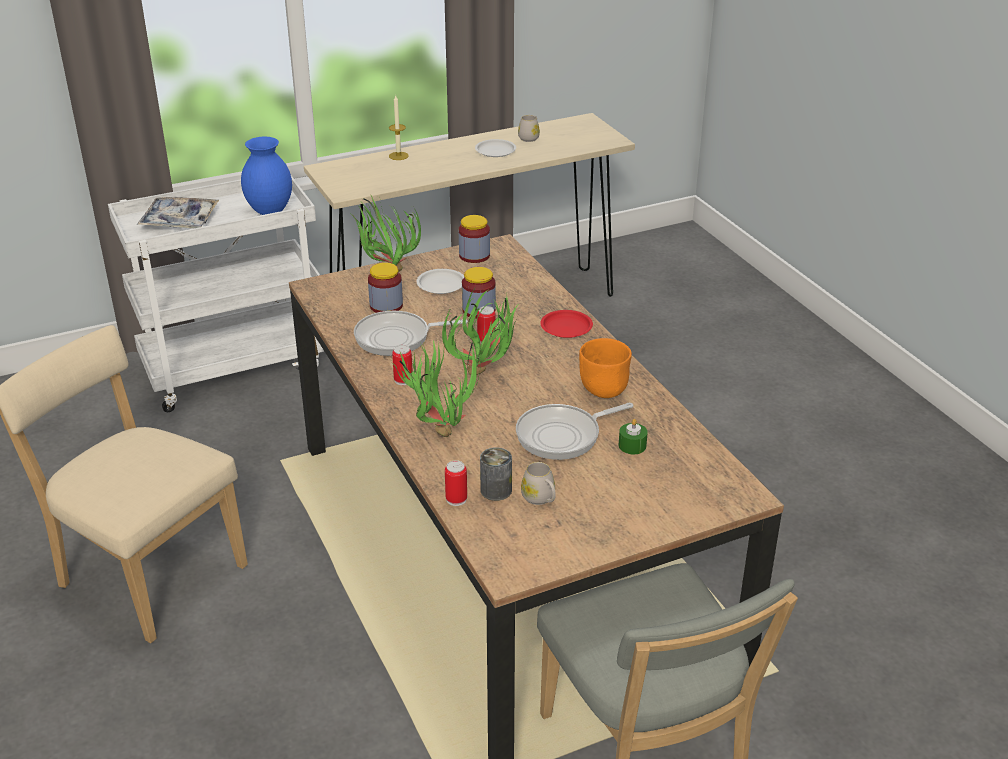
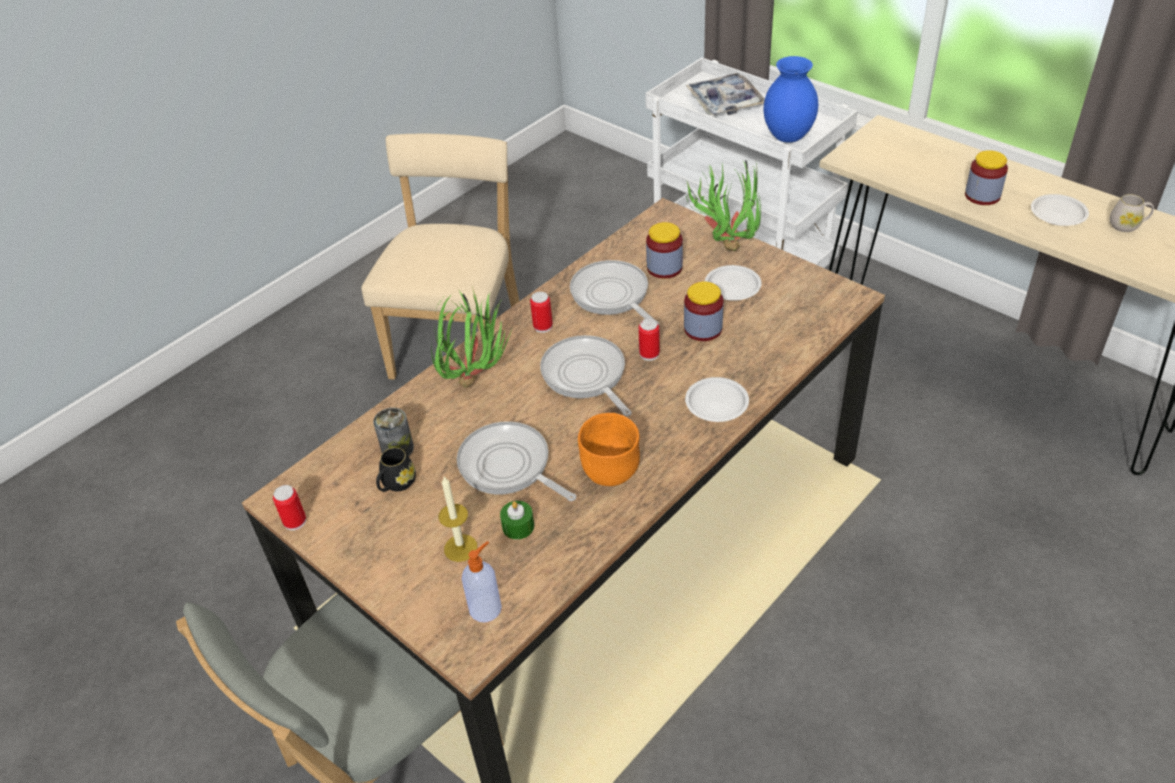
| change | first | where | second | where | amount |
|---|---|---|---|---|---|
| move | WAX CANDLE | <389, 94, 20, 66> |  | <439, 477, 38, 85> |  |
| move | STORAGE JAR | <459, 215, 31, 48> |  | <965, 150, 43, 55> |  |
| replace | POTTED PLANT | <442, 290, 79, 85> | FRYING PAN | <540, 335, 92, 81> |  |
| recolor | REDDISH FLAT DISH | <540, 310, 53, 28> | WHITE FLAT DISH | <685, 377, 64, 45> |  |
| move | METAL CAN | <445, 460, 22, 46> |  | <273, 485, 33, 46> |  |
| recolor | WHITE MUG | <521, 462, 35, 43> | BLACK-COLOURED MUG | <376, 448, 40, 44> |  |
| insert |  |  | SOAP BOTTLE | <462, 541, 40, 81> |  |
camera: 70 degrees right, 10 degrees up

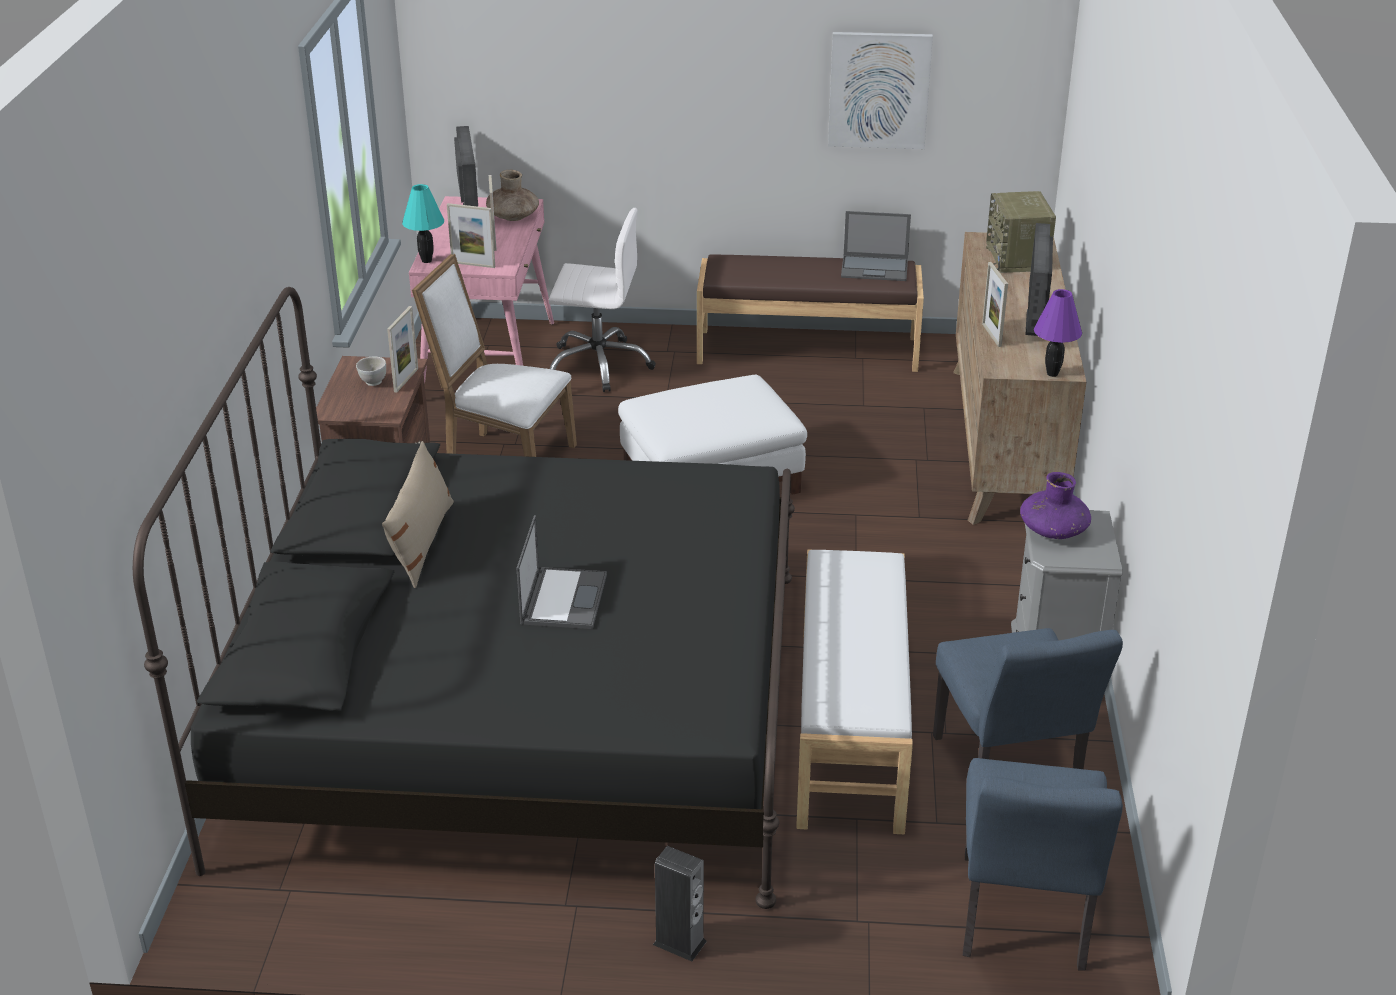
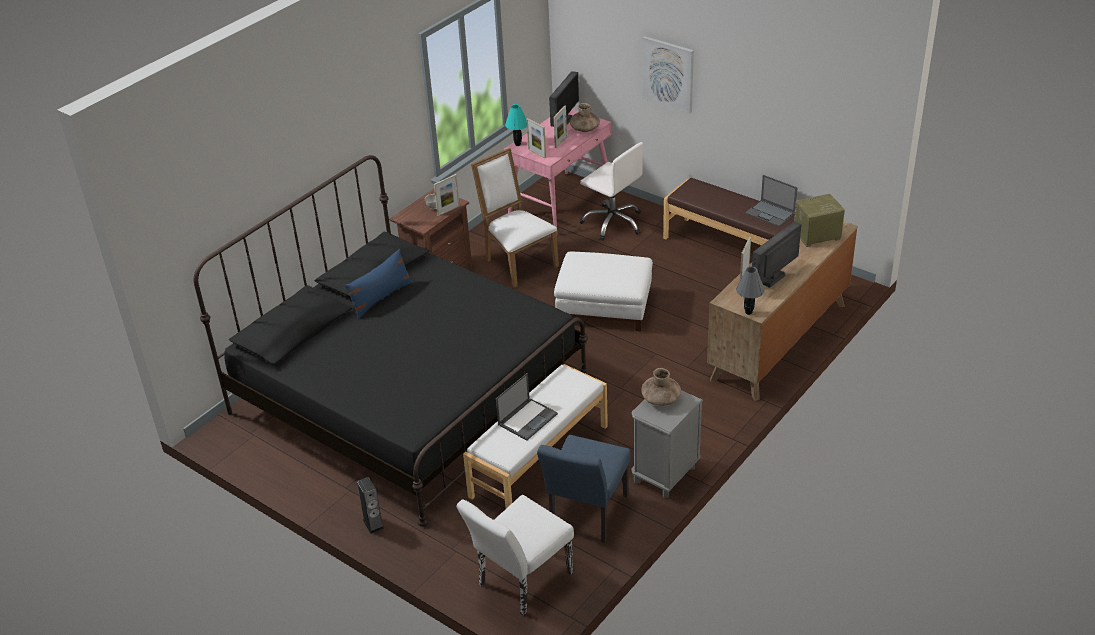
| change | first | where | second | where | amount |
|---|---|---|---|---|---|
| move | WALL ART | <828, 32, 105, 117> |  | <643, 36, 51, 78> |  |
| rotate | RADIO | <986, 191, 70, 82> |  | <794, 194, 51, 53> | 45 degrees clockwise |
| recolor | PURPLE LAMP FOR A TABLE | <1034, 289, 48, 88> | GREYISH LAMP FOR A TABLE | <736, 267, 29, 48> |  |
| recolor | BEIGE CUSHION | <382, 441, 72, 147> | BLUE-COLOURED CUSHION | <345, 249, 68, 70> |  |
| recolor | PURPLE FLOWER VASE | <1020, 472, 71, 67> | BROWN FLOWER VASE | <641, 368, 40, 38> |  |
| move | LAPTOP | <517, 515, 90, 114> |  | <496, 373, 62, 68> |  |
| recolor | BLUE-COLOURED CHAIR | <963, 758, 160, 213> | WHITE CHAIR | <456, 495, 118, 121> |  |
camera: 35 degrees right, 5 degrees up

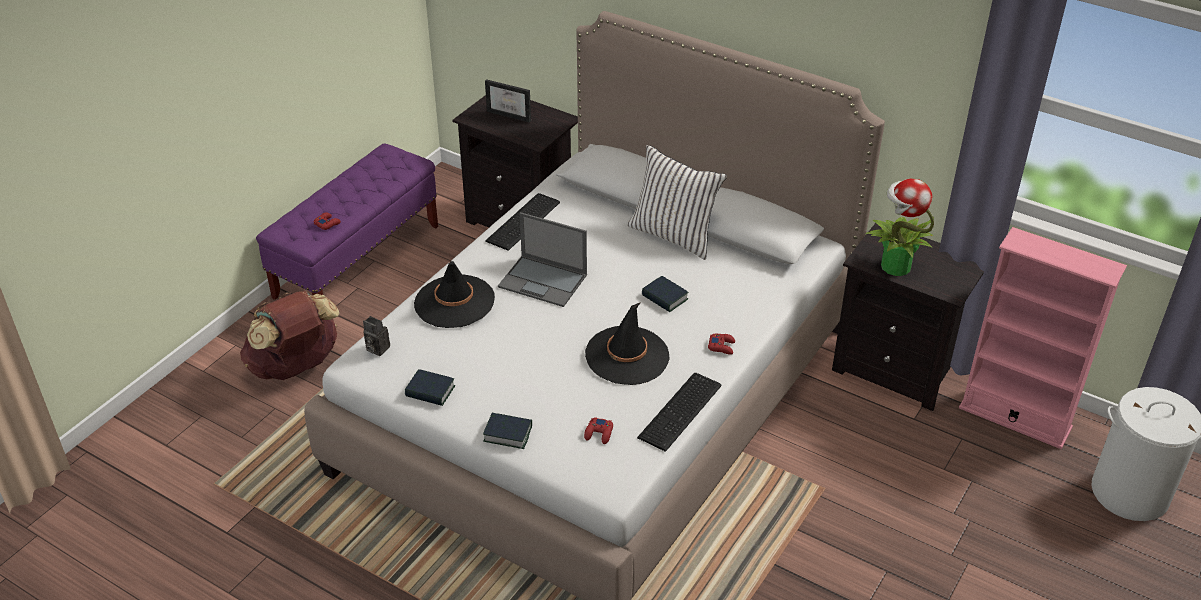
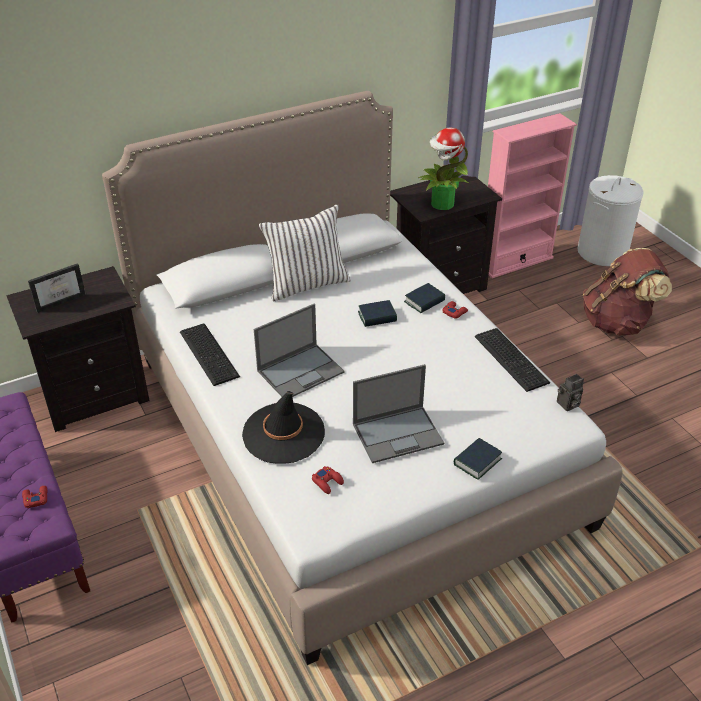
| change | first | where | second | where | amount |
|---|---|---|---|---|---|
| move | BROWN RUCKSACK | <240, 291, 100, 89> |  | <583, 248, 89, 88> |  |
| delete | BLACK-COLOURED CLOTHING HAT | <585, 302, 85, 83> |  |  |  |
| move | PHOTO CAMERA | <363, 316, 27, 40> |  | <557, 374, 27, 37> |  |
| move | BOOK | <405, 369, 50, 37> |  | <404, 283, 41, 30> |  |
| move | REDDISH GAMEPAD | <584, 417, 29, 27> |  | <312, 466, 32, 28> |  |
| insert |  |  | LAPTOP | <353, 364, 91, 99> |  |
camera: 60 degrees left, 0 degrees up

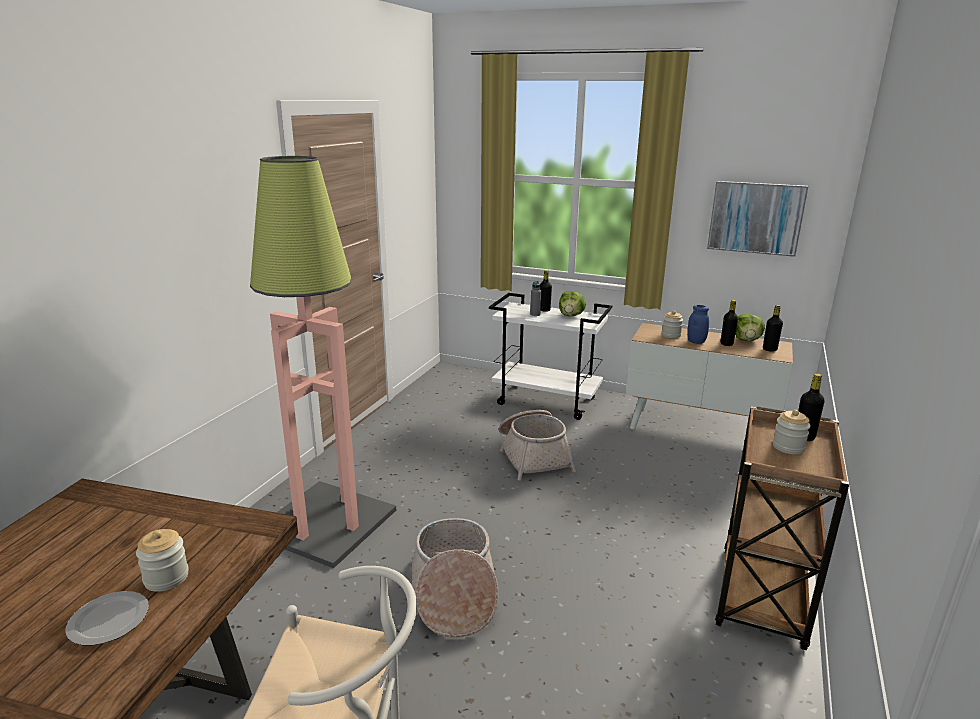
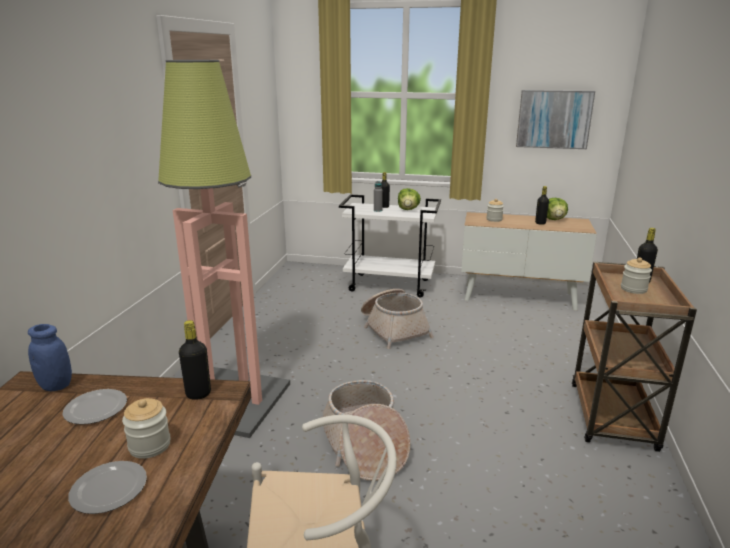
| change | first | where | second | where | amount |
|---|---|---|---|---|---|
| move | BLUE-COLOURED STORAGE JAR | <687, 305, 22, 39> |  | <28, 324, 44, 67> |  |
| move | BLACK-COLOURED DRINK BOTTLE | <763, 305, 20, 47> |  | <179, 320, 32, 80> |  |
| insert |  |  | FLAT DISH | <62, 389, 65, 36> |  |
camera: 10 degrees left, 0 degrees up

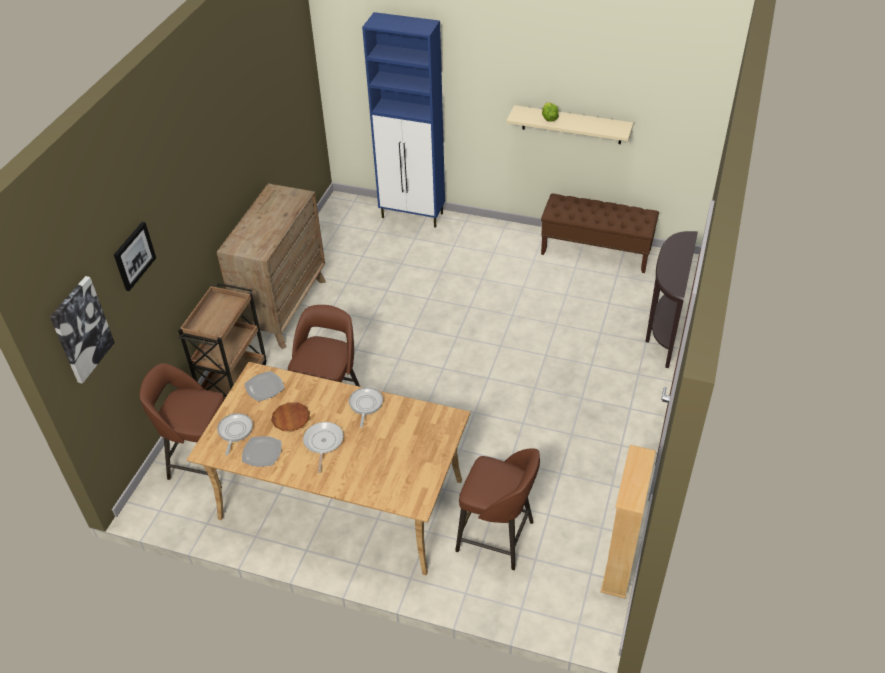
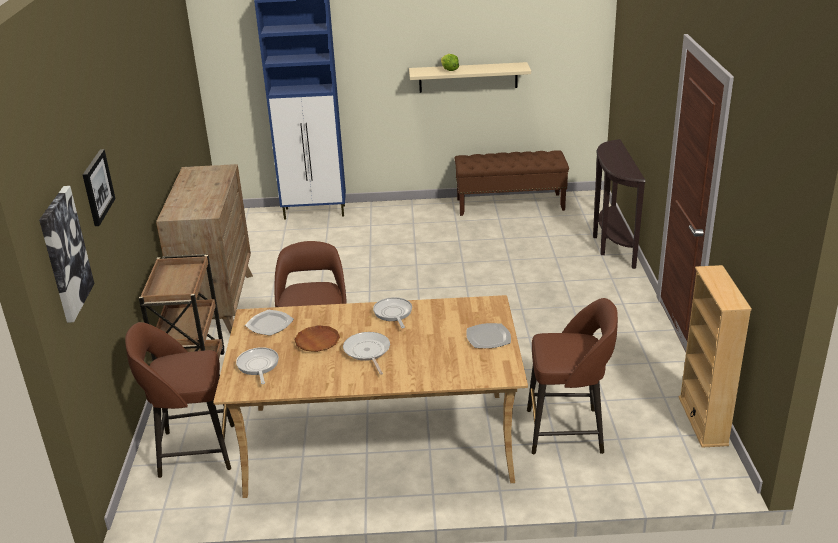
| change | first | where | second | where | amount |
|---|---|---|---|---|---|
| move | FLAT DISH | <242, 436, 40, 31> |  | <466, 323, 45, 25> |  |
camera: 20 degrees left, 15 degrees down

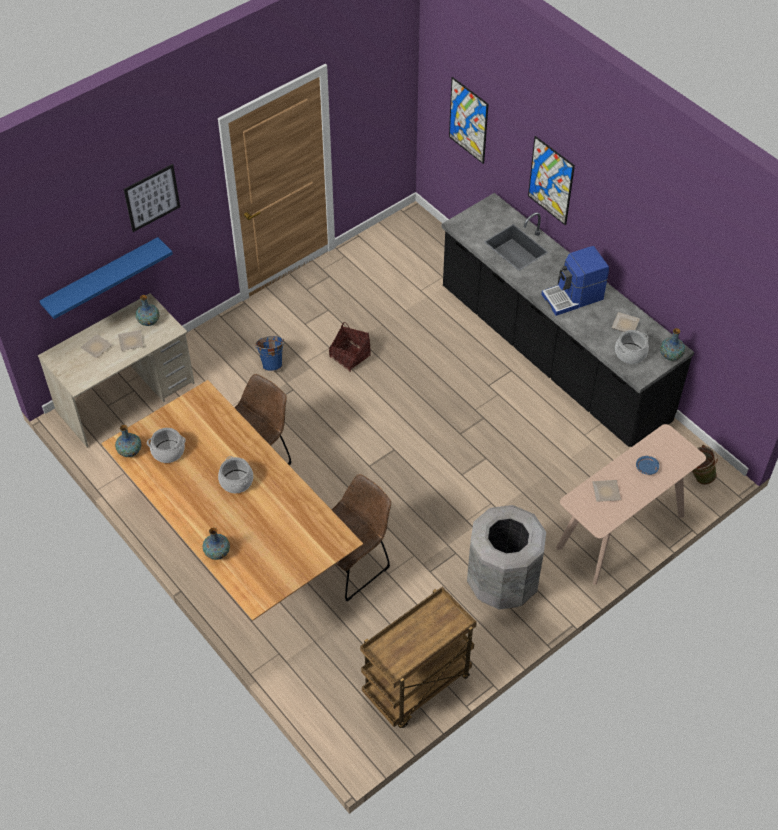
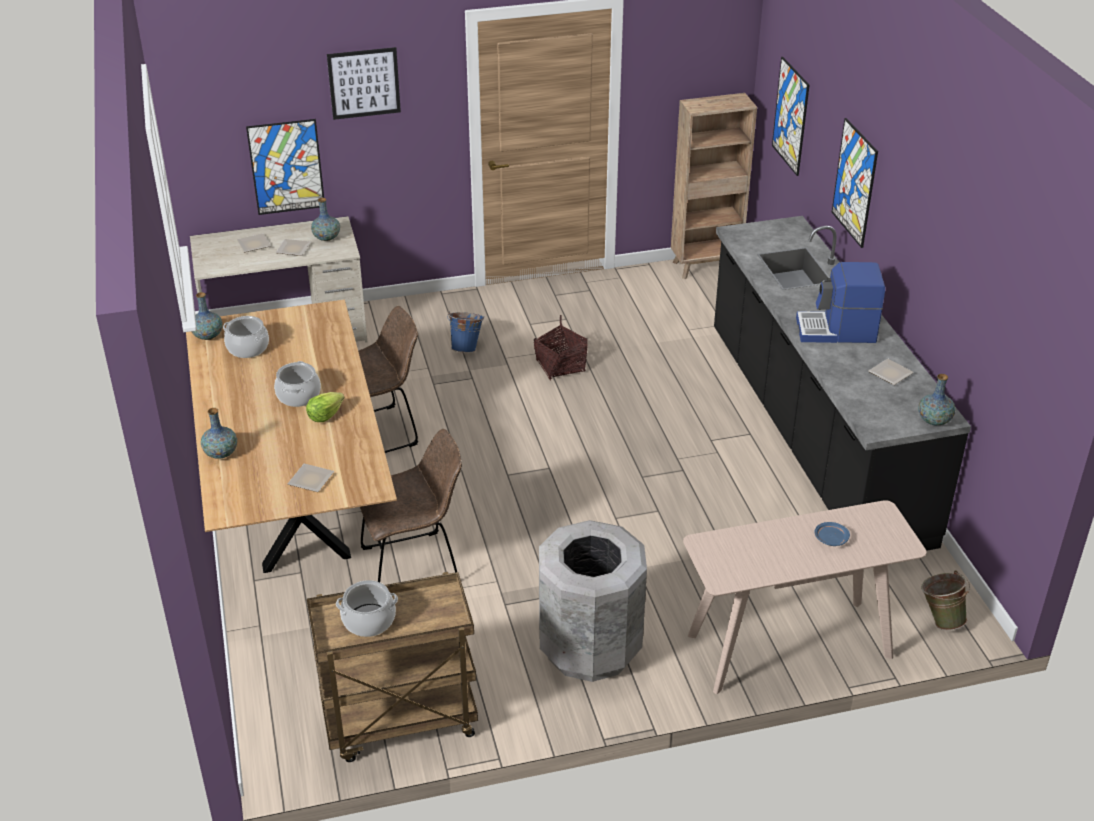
| change | first | where | second | where | amount |
|---|---|---|---|---|---|
| replace | BLUE-COLOURED WALL SHELF | <40, 237, 133, 82> | WALL ART | <246, 119, 78, 96> |  |
| move | COOKING POT | <615, 330, 34, 34> |  | <336, 580, 62, 57> |  |
| move | FLAT DISH | <592, 480, 29, 22> |  | <288, 463, 46, 29> |  |
| insert |  |  | BROWN BOOKCASE | <671, 93, 86, 186> |  |
| insert |  |  | HEAD OF LETTUCE | <306, 392, 38, 30> |  |
camera: 25 degrees right, 15 degrees down

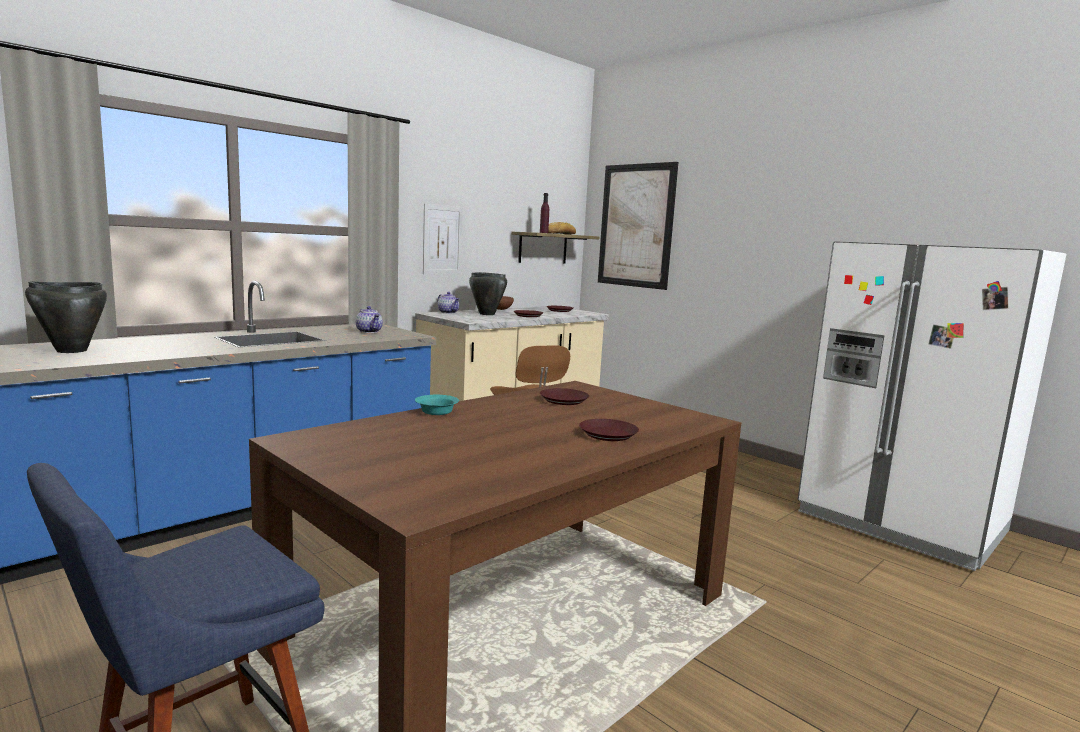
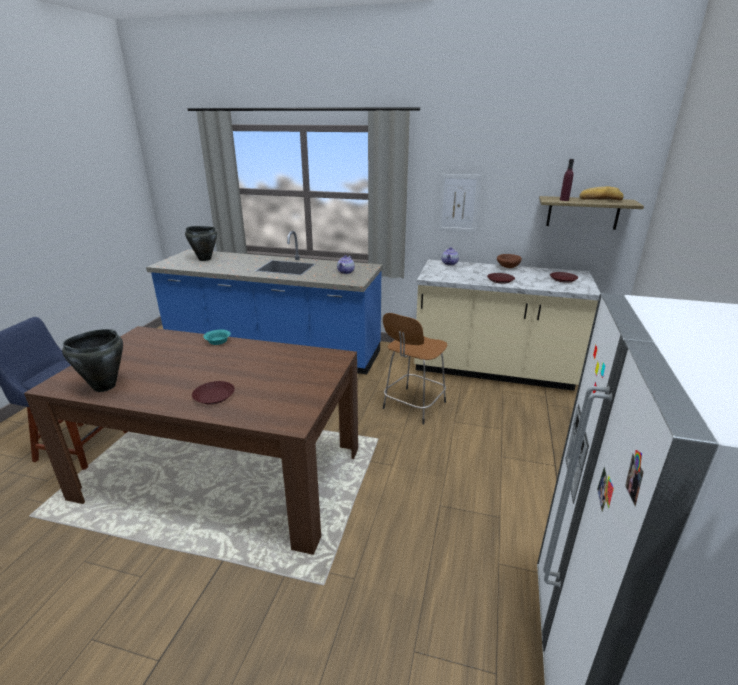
| change | first | where | second | where | amount |
|---|---|---|---|---|---|
| delete | WALL ART | <598, 162, 80, 128> |  |  |  |
| move | BLACK-COLOURED COOKING POT | <469, 272, 38, 43> |  | <62, 329, 61, 63> |  |
| delete | BROWN FLAT DISH | <540, 388, 49, 17> |  |  |  |
camera: 60 degrees right, 15 degrees up

